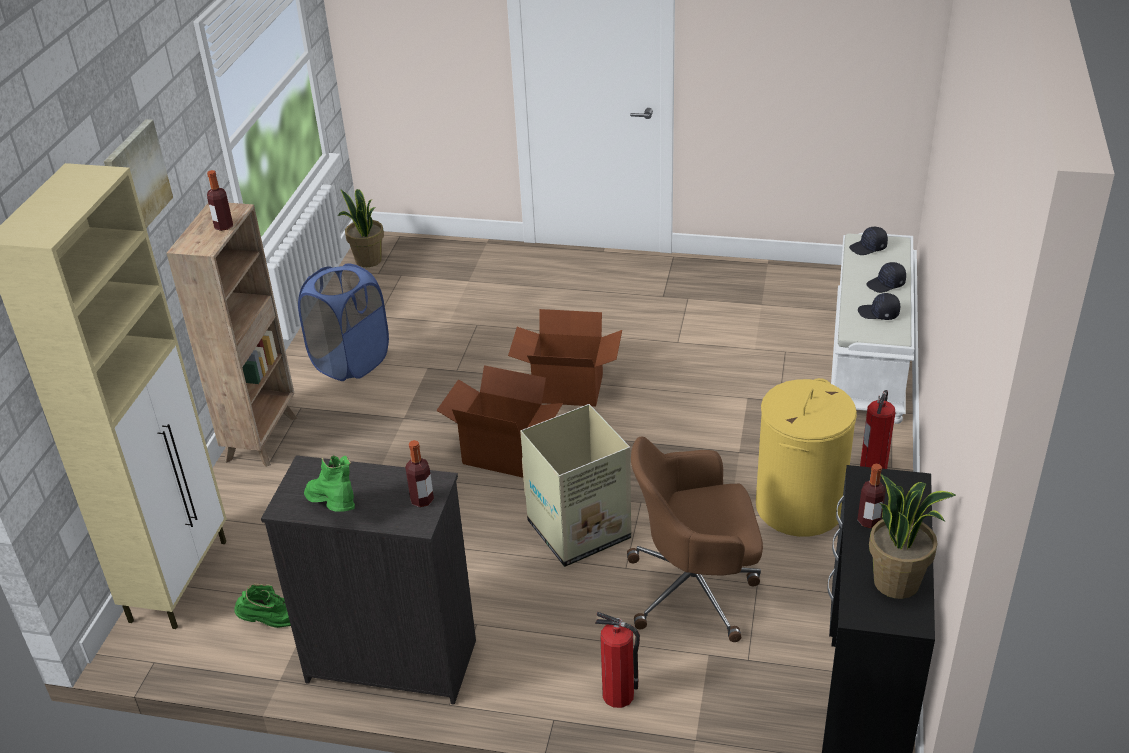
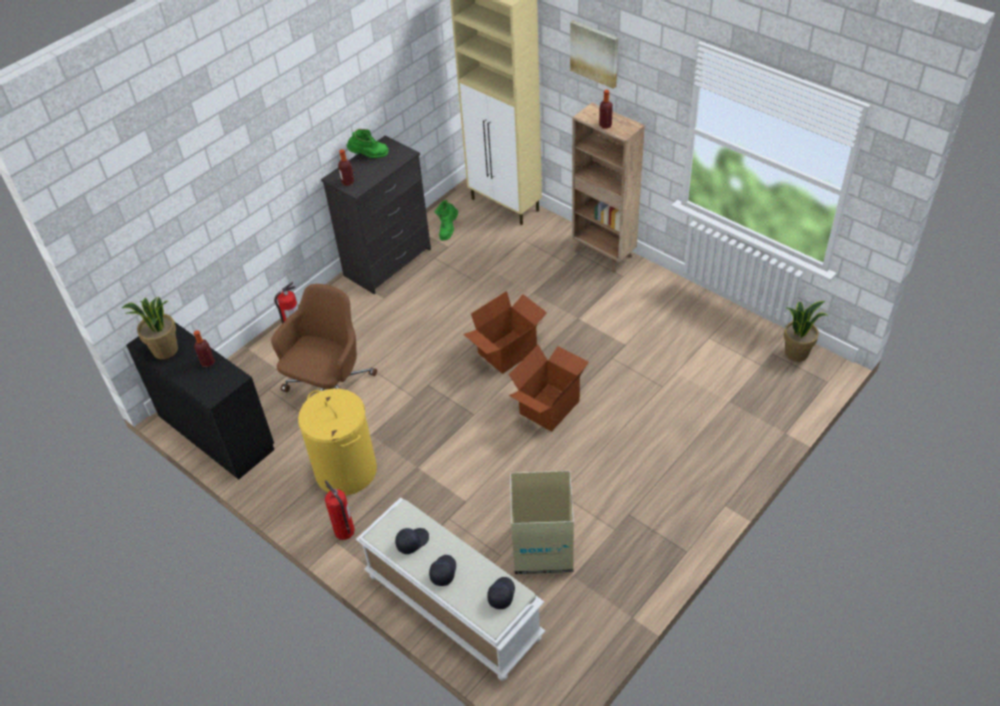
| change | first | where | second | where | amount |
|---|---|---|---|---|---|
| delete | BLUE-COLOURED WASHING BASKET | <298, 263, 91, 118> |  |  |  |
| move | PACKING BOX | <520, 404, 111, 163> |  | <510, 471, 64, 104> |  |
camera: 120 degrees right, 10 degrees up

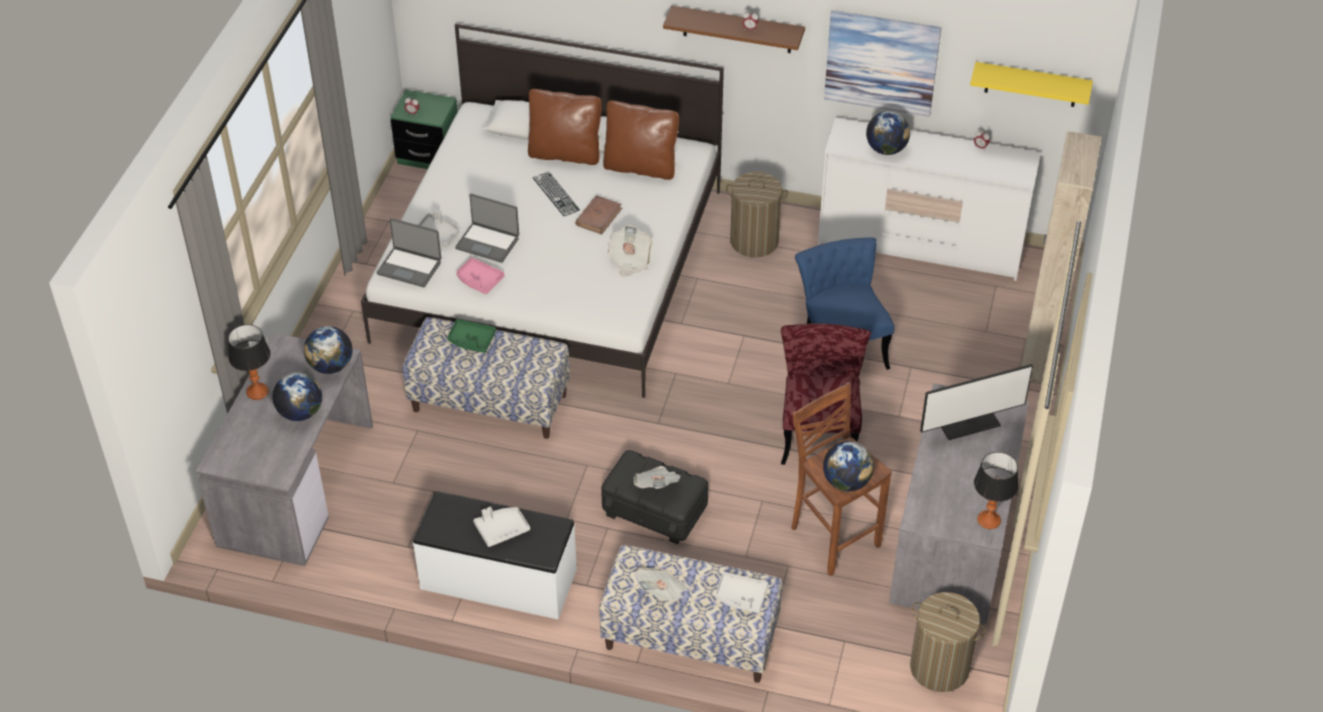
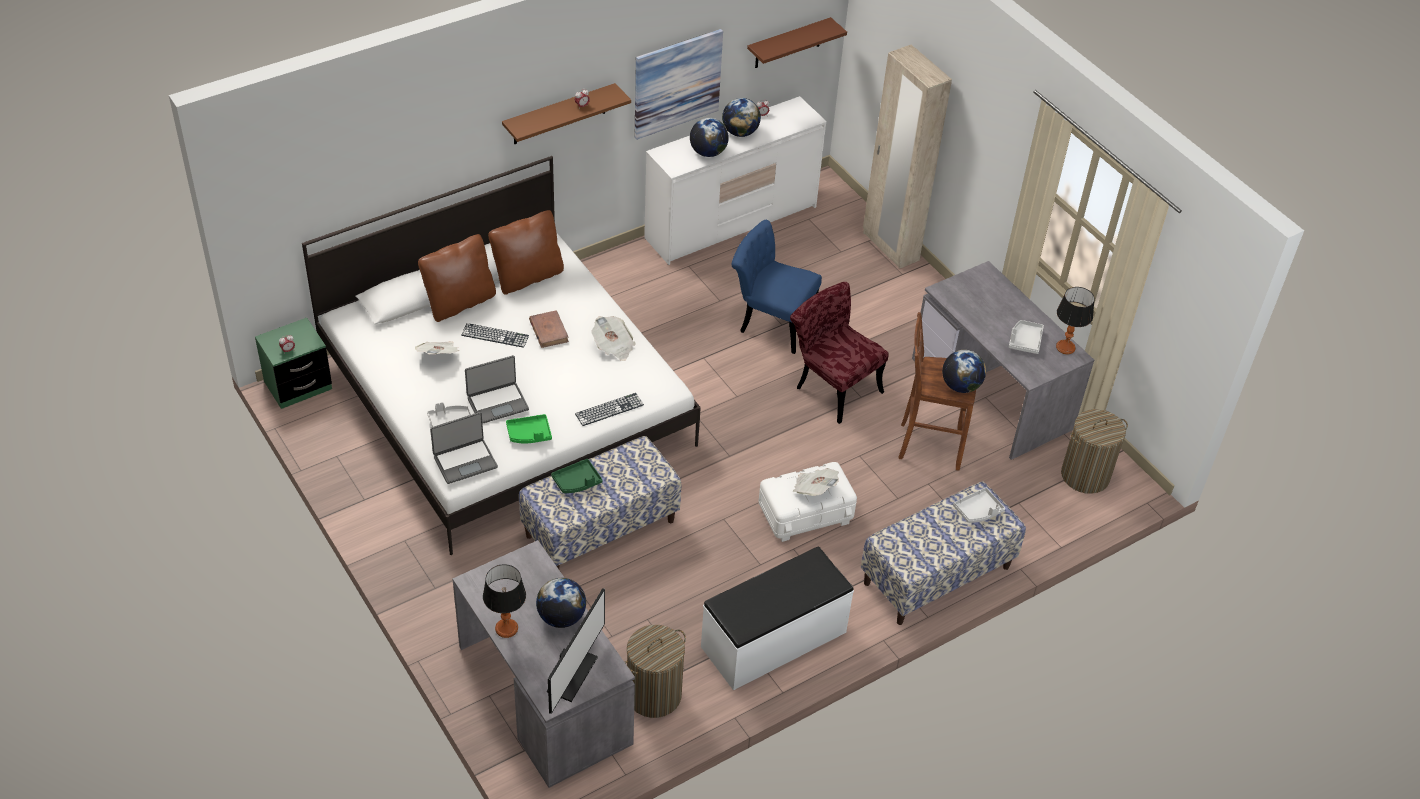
| change | first | where | second | where | amount |
|---|---|---|---|---|---|
| recolor | YELLOW-COLOURED WALL SHELF | <970, 62, 123, 45> | BROWN WALL SHELF | <747, 17, 100, 51> |  |
| move | WASHING BASKET | <726, 172, 62, 86> |  | <625, 625, 61, 93> |  |
| recolor | PINK-COLOURED SERVING TRAY | <456, 257, 49, 37> | GREEN SERVING TRAY | <506, 414, 46, 29> |  |
| move | GLOBE | <304, 326, 48, 48> |  | <722, 98, 39, 39> |  |
| move | MONITOR | <920, 364, 113, 76> |  | <547, 588, 58, 126> |  |
| recolor | BLACK-COLOURED STORAGE CONTAINER | <601, 450, 107, 94> | WHITE STORAGE CONTAINER | <759, 462, 98, 80> |  |
| move | GREYISH SERVING TRAY | <473, 507, 57, 40> |  | <1009, 320, 35, 34> |  |
| move | PRINTED PAPER | <635, 568, 55, 34> |  | <415, 341, 44, 13> |  |
| insert |  |  | PC KEYBOARD | <575, 393, 69, 33> |  |
camera: 50 degrees left, 0 degrees up

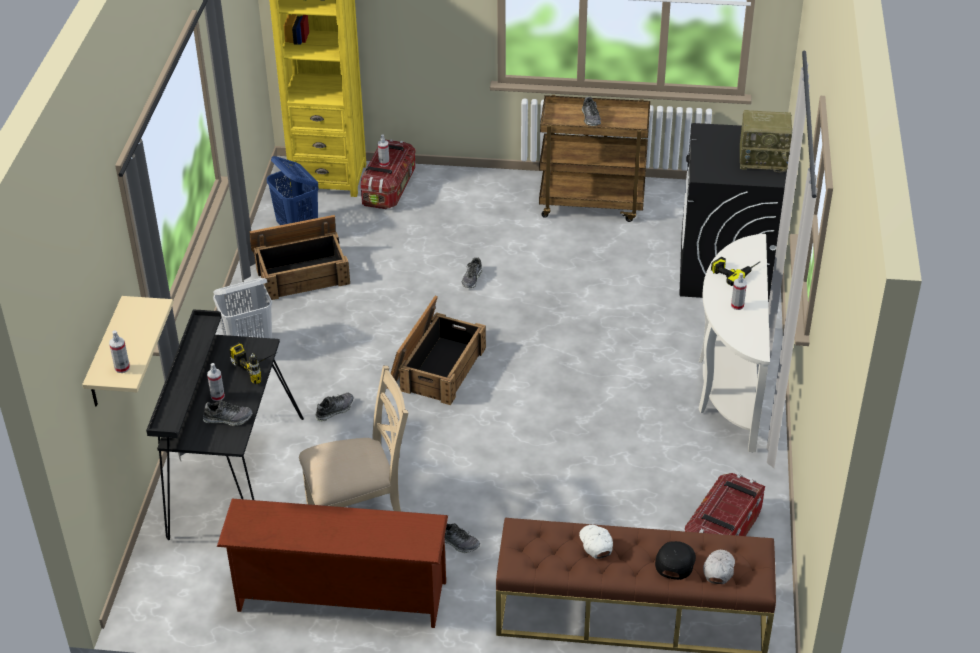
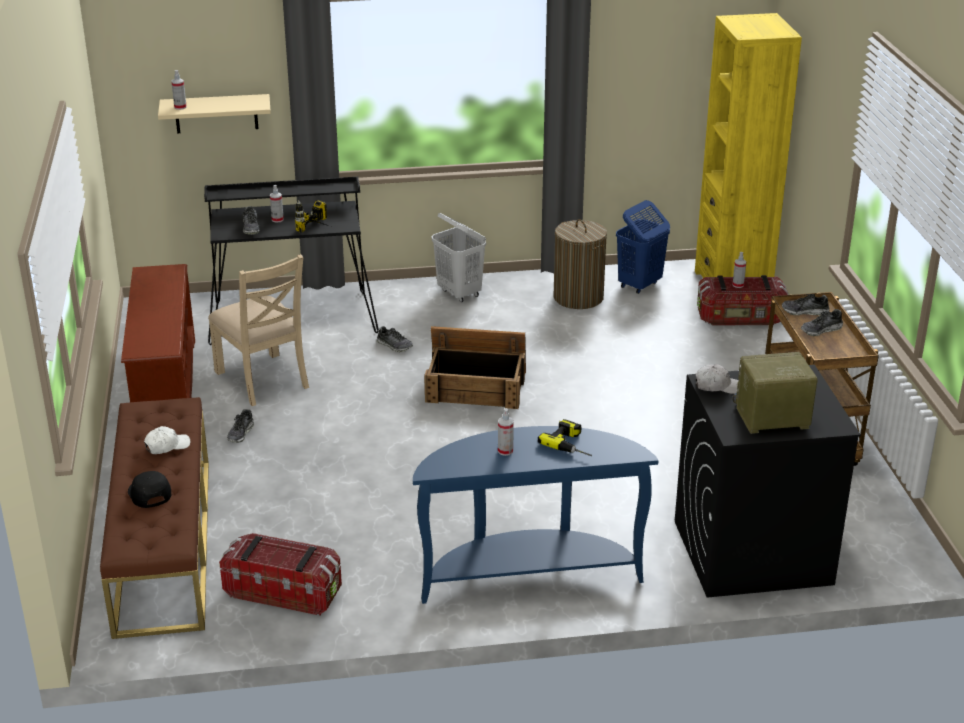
| change | first | where | second | where | amount |
|---|---|---|---|---|---|
| rotate | RADIO | <740, 110, 52, 63> |  | <732, 352, 86, 82> | 90 degrees clockwise |
| replace | CRATE | <249, 215, 101, 85> | WASHING BASKET | <553, 219, 54, 90> |  |
| recolor | WHITE CONSOLE TABLE | <698, 234, 72, 219> | BLUE-COLOURED CONSOLE TABLE | <413, 426, 245, 178> |  |
| move | LOW SHOE | <461, 257, 21, 31> |  | <782, 294, 48, 22> |  |
| rotate | BLACK-COLOURED PEAKED CAP | <655, 541, 41, 39> |  | <128, 471, 43, 37> | 120 degrees counterclockwise |
| move | WHITE PEAKED CAP | <703, 550, 32, 34> |  | <695, 364, 44, 30> |  |
camera: 75 degrees right, 10 degrees down

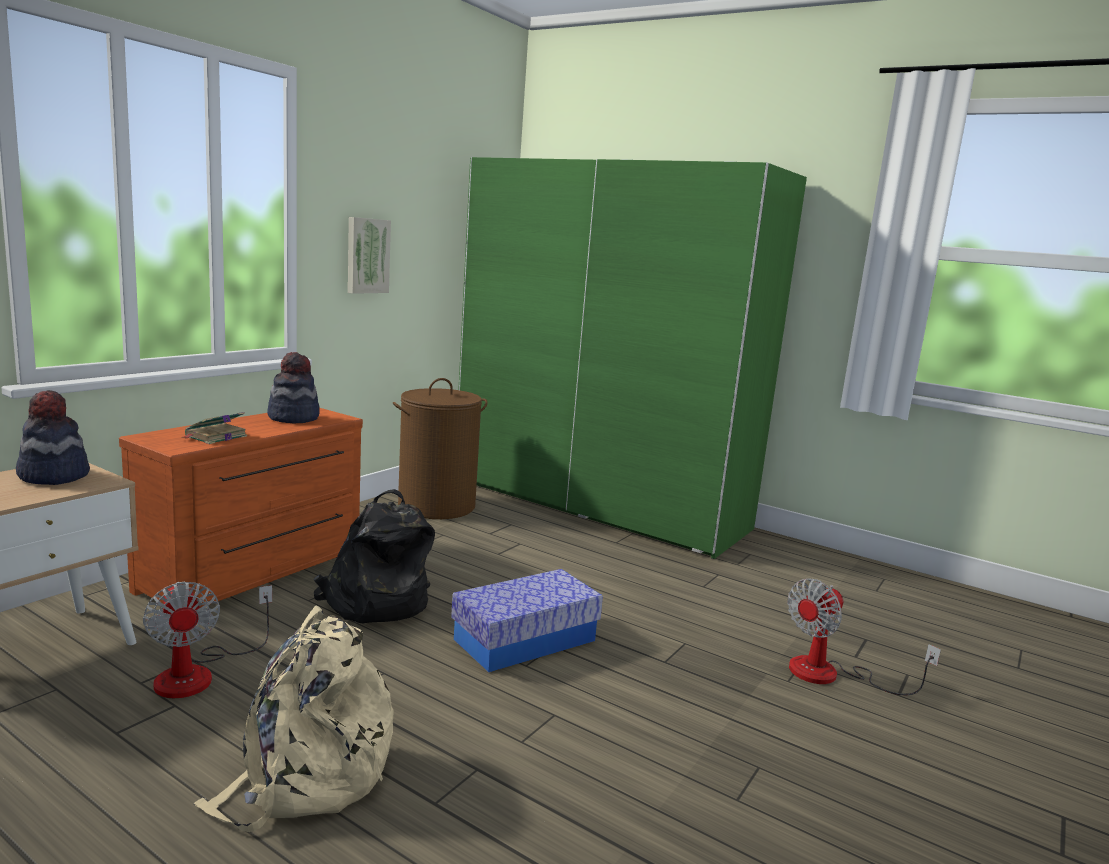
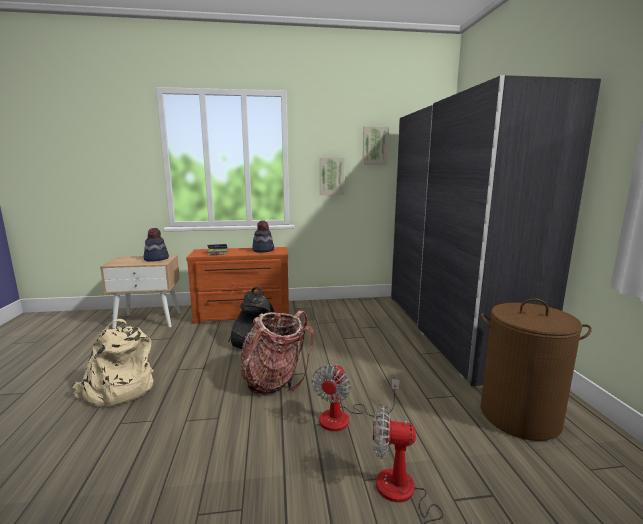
| change | first | where | second | where | amount |
|---|---|---|---|---|---|
| recolor | GREEN CLOTHES CUPBOARD | <458, 157, 349, 402> | GREYISH CLOTHES CUPBOARD | <391, 75, 210, 311> |  |
| move | BROWN WASHING BASKET | <393, 378, 95, 141> |  | <480, 299, 112, 142> |  |
| replace | STORAGE CONTAINER | <451, 569, 152, 103> | RUCKSACK | <241, 311, 73, 84> |  |
| move | FAN | <143, 582, 129, 116> |  | <312, 364, 88, 67> |  |
| insert |  |  | WALL ART | <363, 126, 26, 39> |  |
camera: 50 degrees right, 0 degrees up

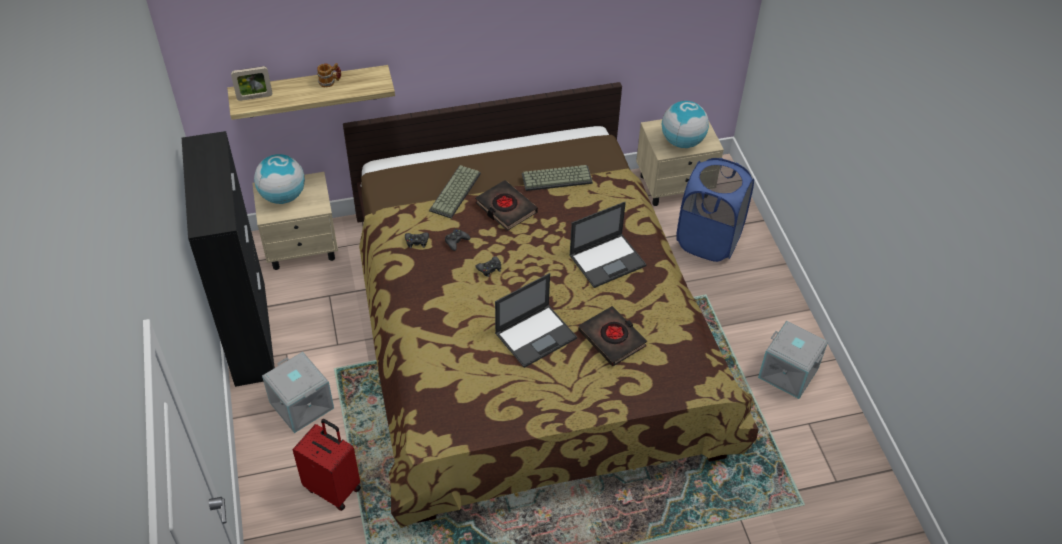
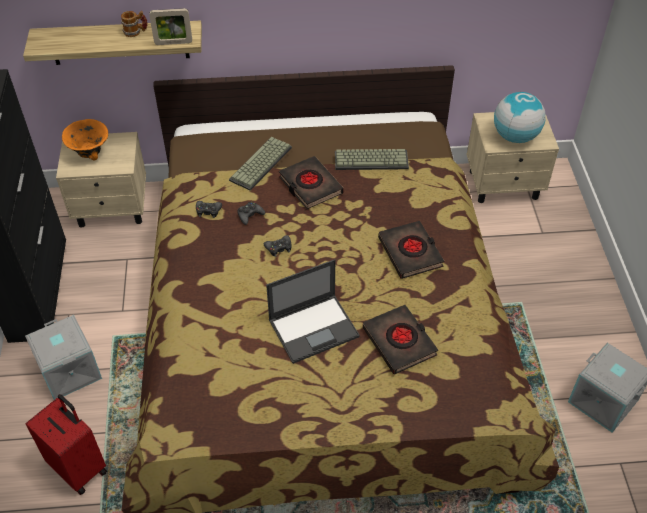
| change | first | where | second | where | amount |
|---|---|---|---|---|---|
| move | PICTURE FRAME | <231, 66, 41, 35> |  | <149, 8, 43, 37> |  |
| replace | GLOBE | <254, 154, 51, 50> | ORANGE DEEP DISH | <62, 119, 46, 42> |  |
| delete | BLUE-COLOURED WASHING BASKET | <676, 158, 78, 104> |  |  |  |
| replace | LAPTOP | <569, 202, 77, 86> | BLACK-COLOURED BOOK | <378, 221, 66, 58> |  |
camera: 10 degrees right, 0 degrees up

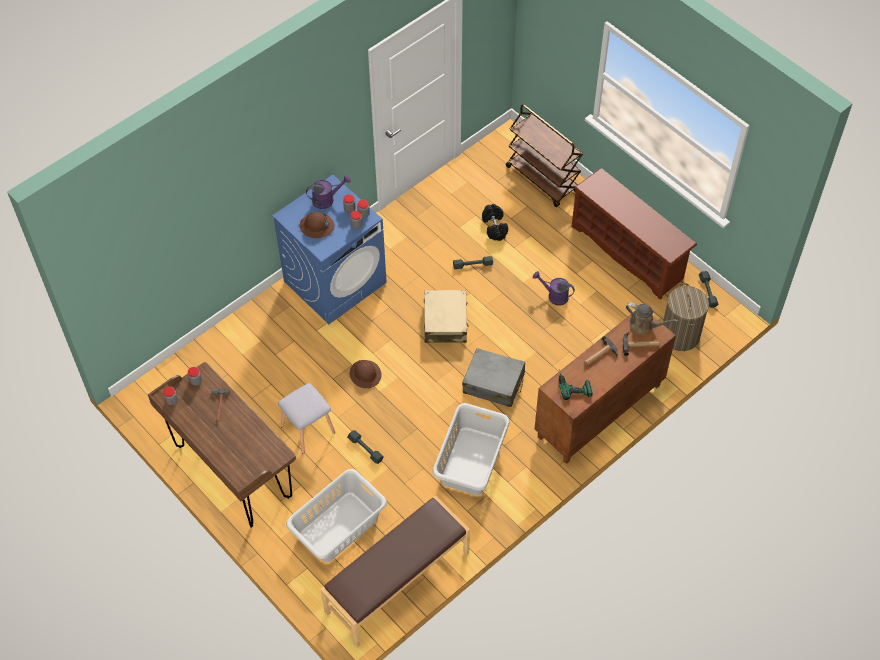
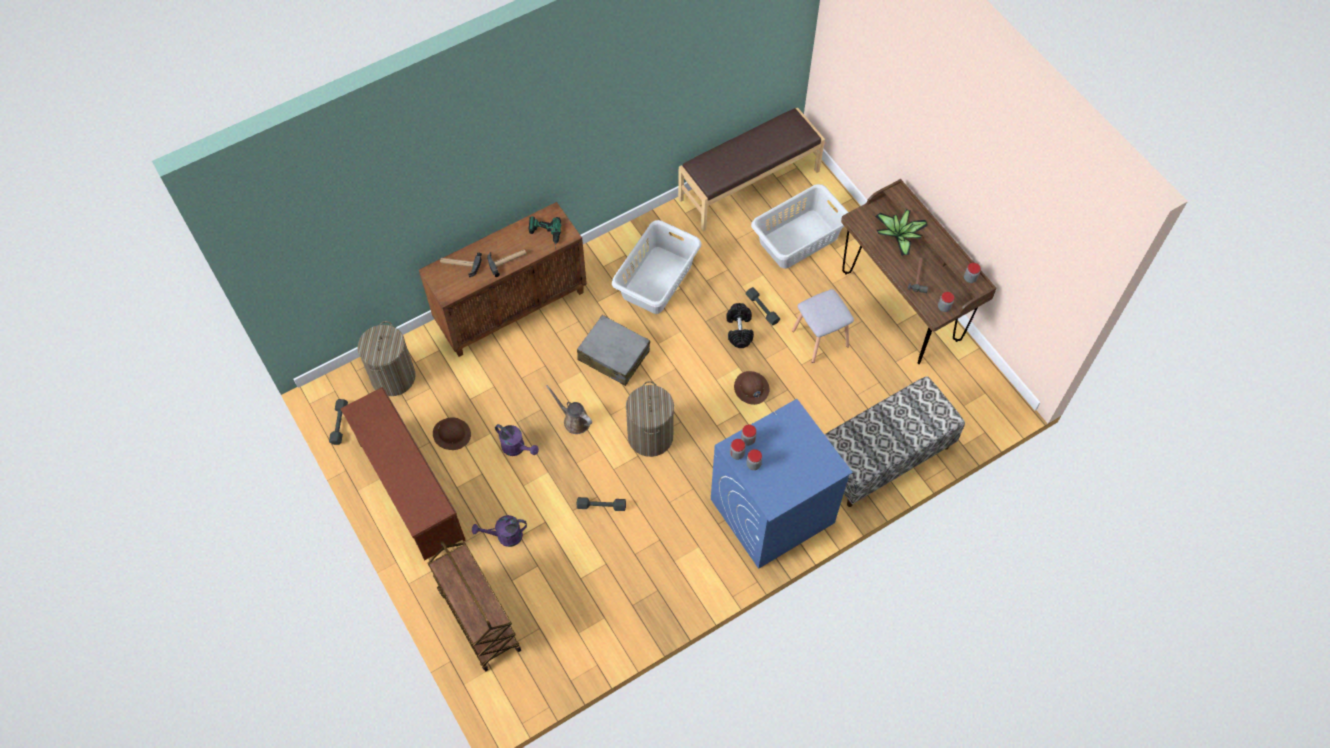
| change | first | where | second | where | amount |
|---|---|---|---|---|---|
| move | PURPLE WATERING POT | <306, 175, 45, 34> |  | <472, 515, 55, 32> |  |
| move | BLACK-COLOURED FREE WEIGHT | <482, 204, 26, 37> |  | <726, 303, 28, 45> |  |
| move | BROWN HARD HAT | <300, 212, 35, 26> |  | <433, 417, 38, 33> |  |
| replace | BEIGE TRAVEL CASE | <424, 290, 45, 53> | WASHING BASKET | <626, 381, 48, 76> |  |
| move | BROWN WATERING POT | <626, 303, 52, 32> |  | <546, 385, 46, 49> |  |
| insert |  |  | POTTED PLANT | <875, 209, 53, 47> |  |
| insert |  |  | INDOOR BENCH | <825, 376, 140, 131> |  |
camera: 170 degrees left, 5 degrees up

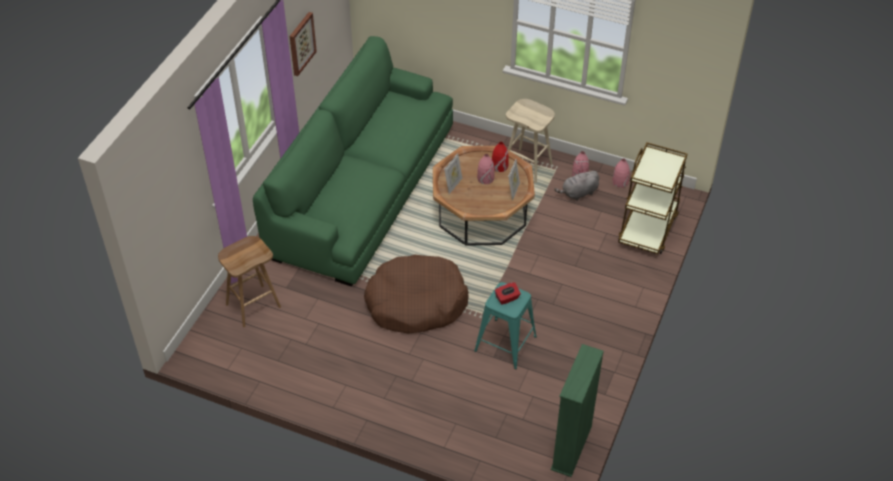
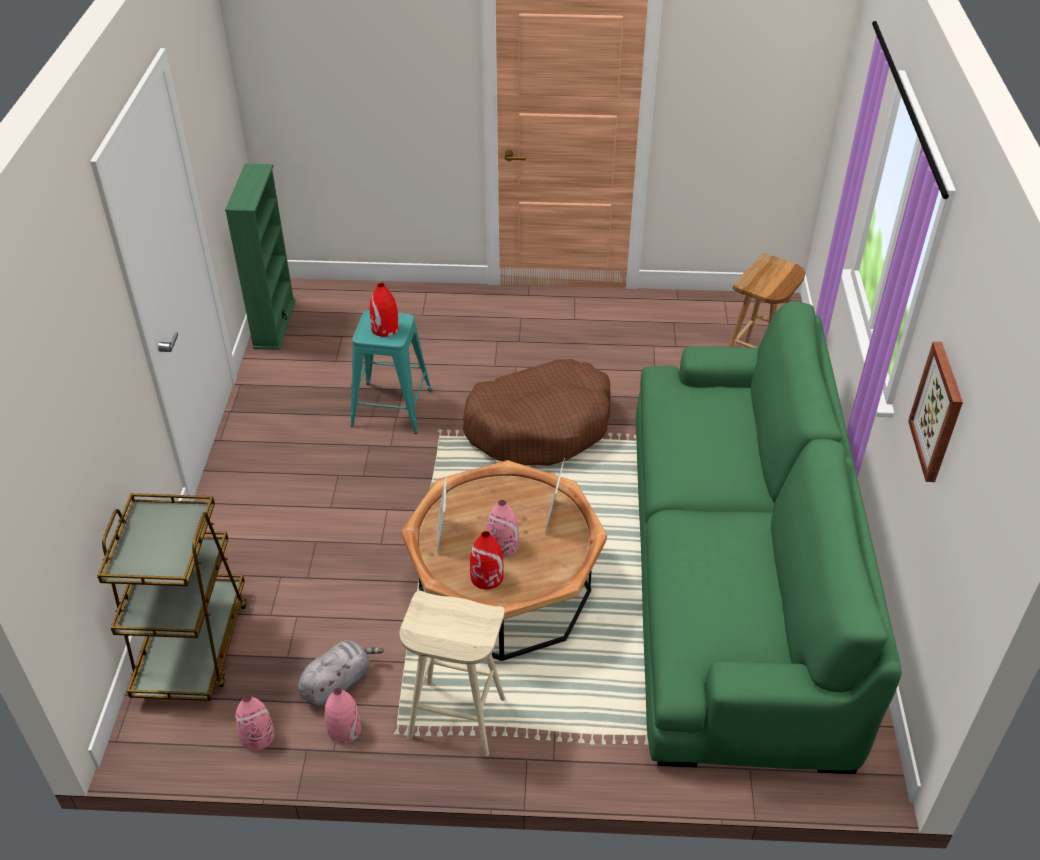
| change | first | where | second | where | amount |
|---|---|---|---|---|---|
| replace | REDDISH TISSUE BOX | <495, 282, 26, 23> | REDDISH FLOWER VASE | <370, 283, 29, 54> |  |
camera: 160 degrees right, 5 degrees down

